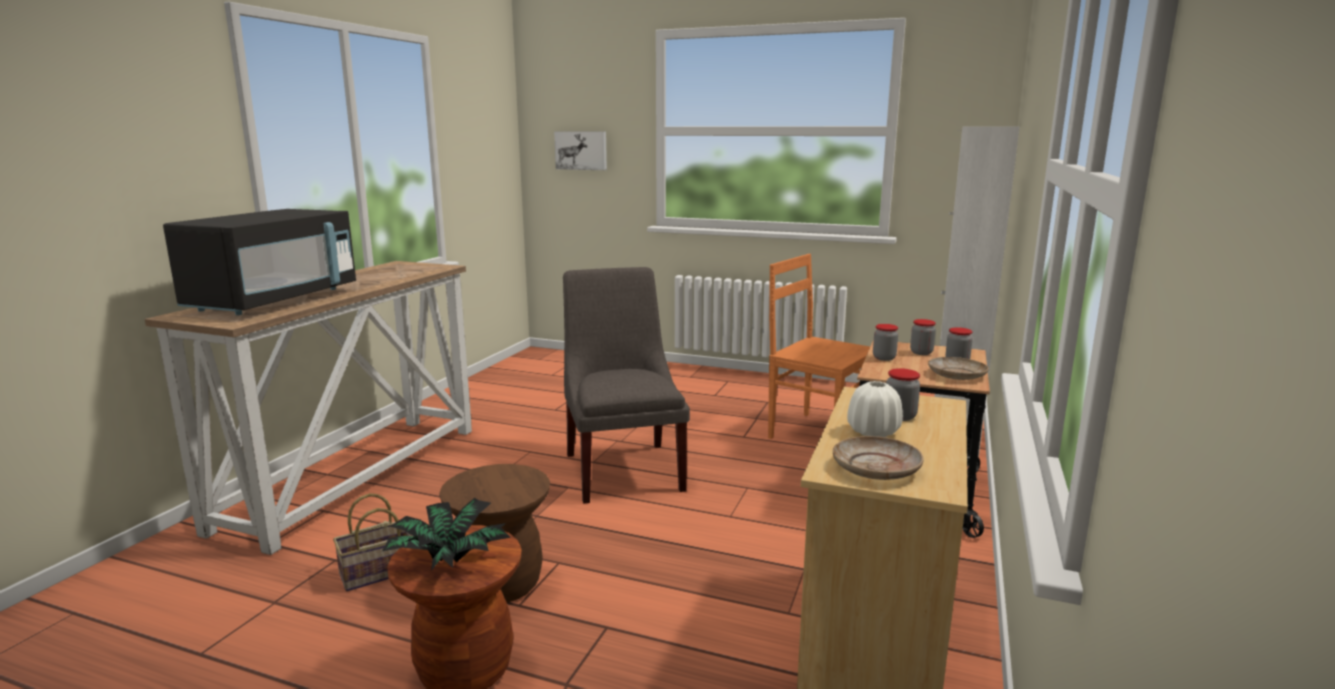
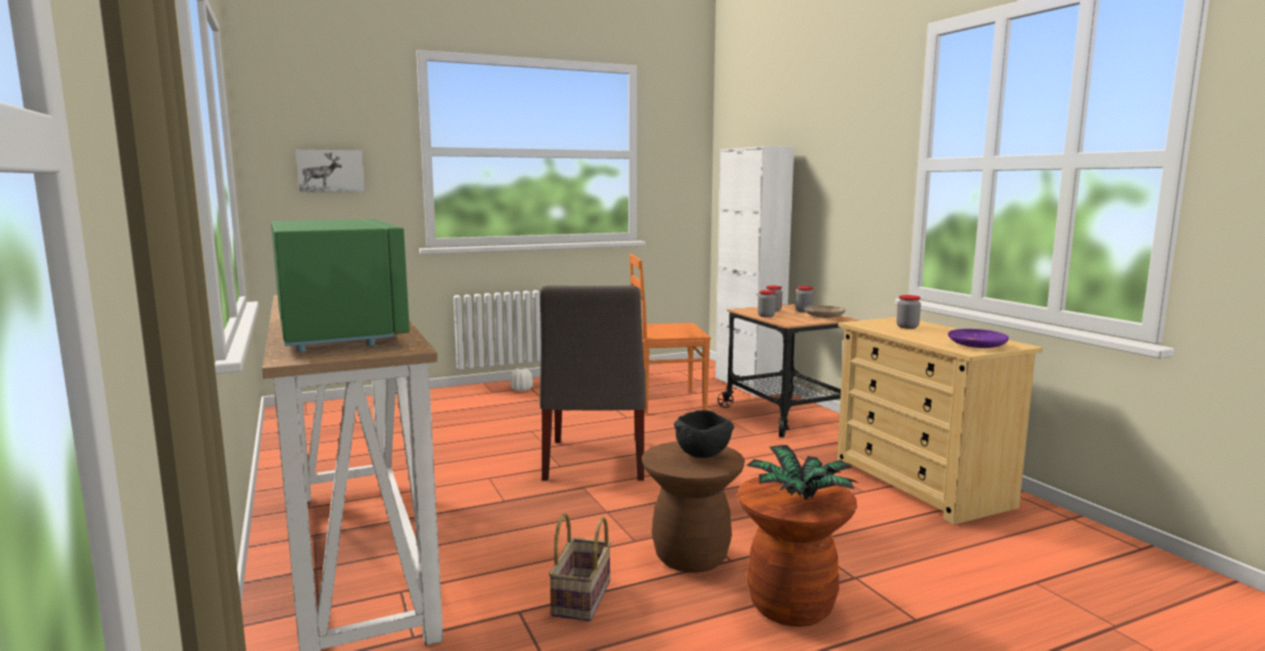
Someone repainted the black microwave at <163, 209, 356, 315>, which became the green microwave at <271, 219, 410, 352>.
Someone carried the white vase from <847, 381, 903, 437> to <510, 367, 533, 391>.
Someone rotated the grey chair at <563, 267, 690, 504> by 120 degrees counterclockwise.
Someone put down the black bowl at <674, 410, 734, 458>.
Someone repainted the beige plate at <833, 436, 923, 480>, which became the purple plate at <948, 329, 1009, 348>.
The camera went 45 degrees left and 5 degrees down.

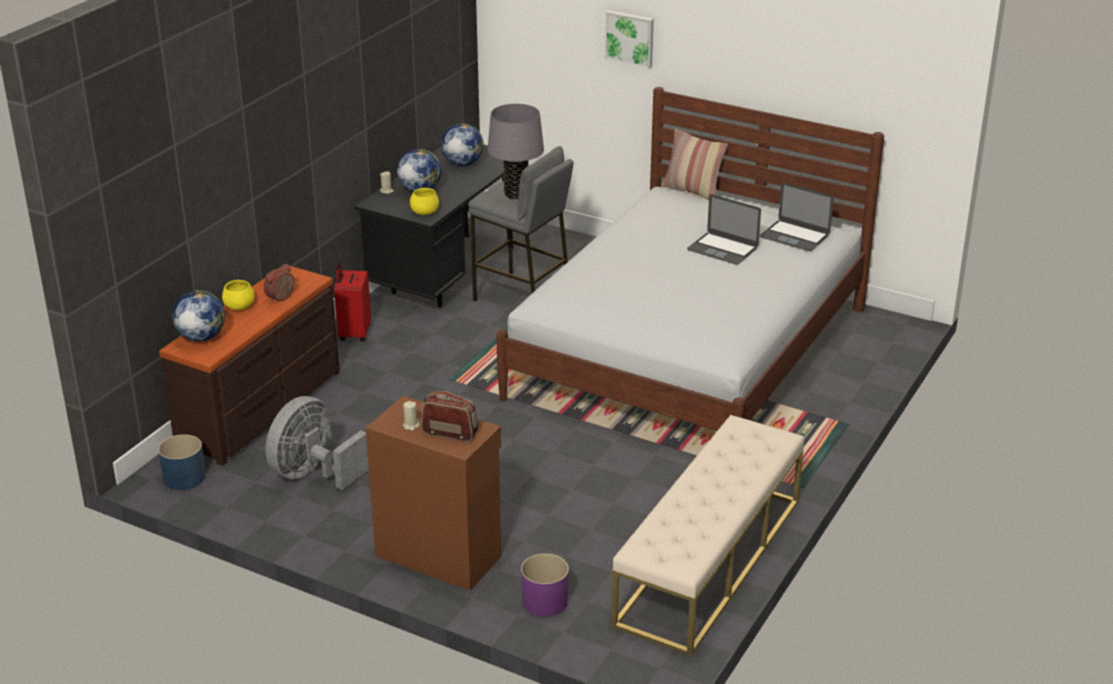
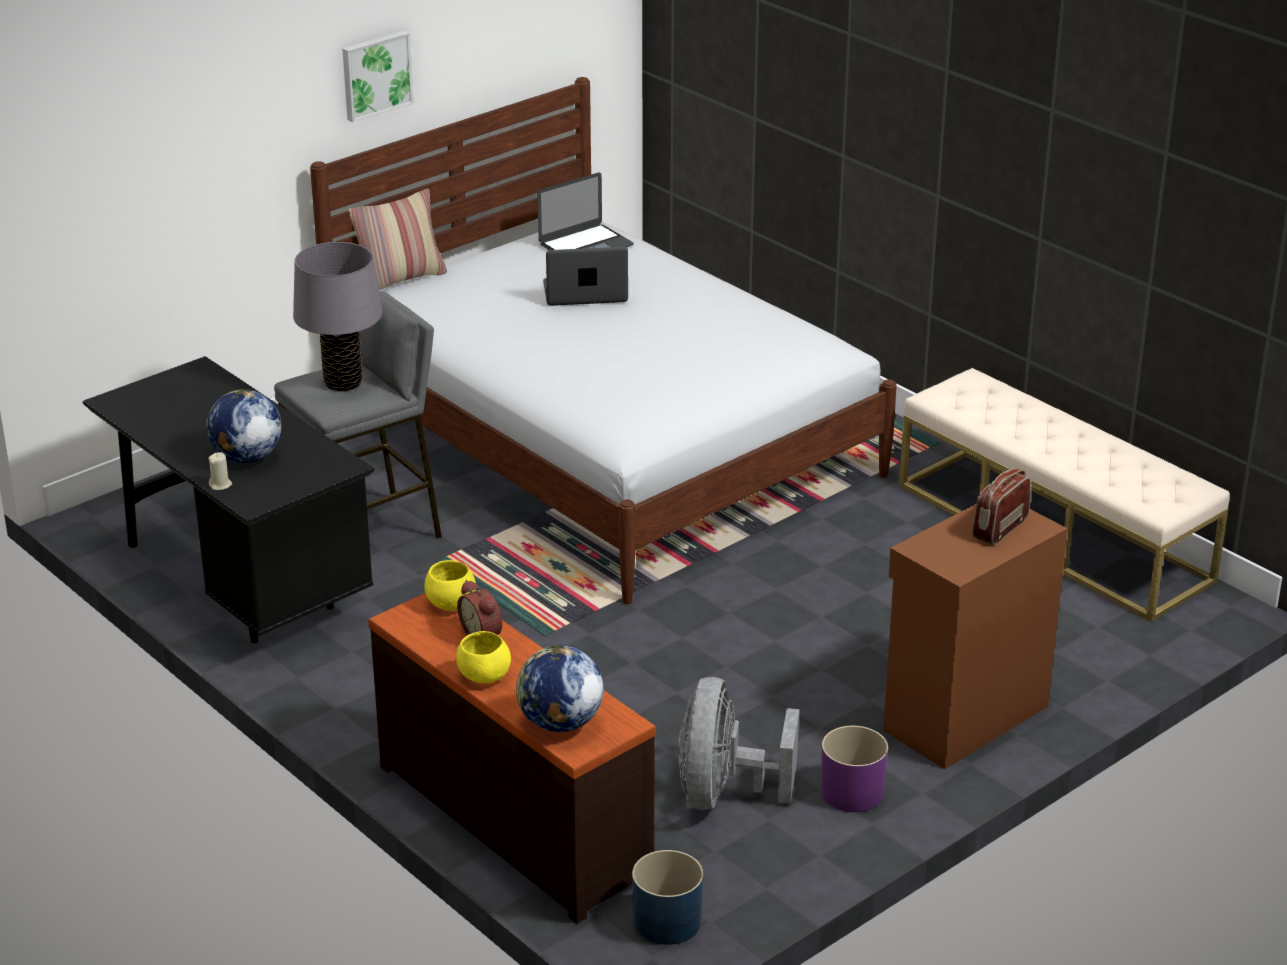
Someone carried the picture from <604, 10, 654, 69> to <342, 30, 414, 122>.
Someone carried the yellow bowl from <410, 188, 439, 215> to <425, 560, 476, 611>.
Someone rotated the laptop at <687, 194, 761, 265> by 150 degrees counterclockwise.
Someone rotated the grey fan at <265, 396, 369, 490> by 45 degrees clockwise.
Someone carried the purple planter from <521, 553, 569, 617> to <821, 726, 888, 812>.
Someone took away the red suitcase at <334, 259, 371, 341>.
Someone took away the beige candle at <403, 401, 420, 431>.
Someone took away the globe at <441, 123, 484, 166>.
The camera went 70 degrees left and 0 degrees up.

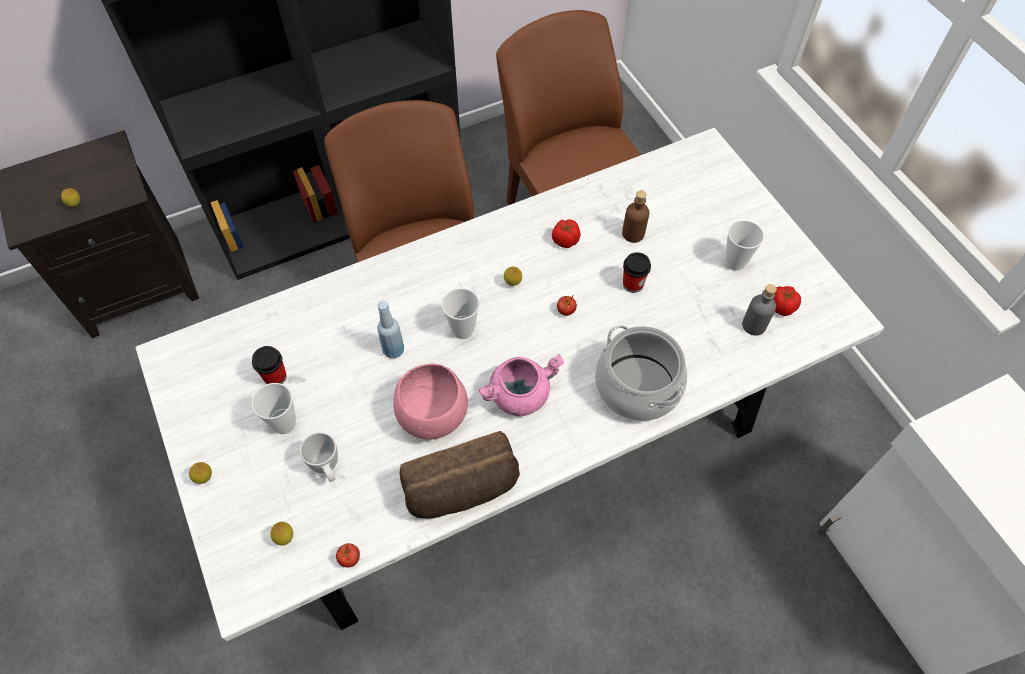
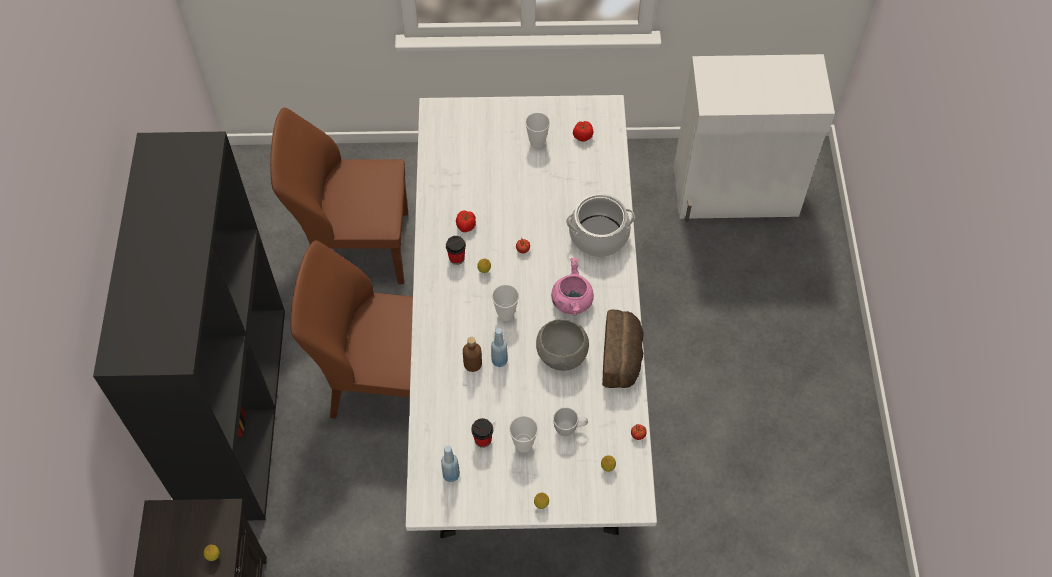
Someone put down the blue bottle at <441, 446, 460, 482>.
Someone carried the cup from <623, 252, 651, 293> to <446, 236, 466, 265>.
Someone carried the brown bottle from <622, 190, 649, 243> to <463, 337, 482, 372>.
Someone repainted the pink bowl at <394, 363, 468, 440>, which became the grey bowl at <536, 319, 589, 371>.
Someone took away the grey bottle at <742, 284, 777, 336>.
The camera went 65 degrees left and 0 degrees up.

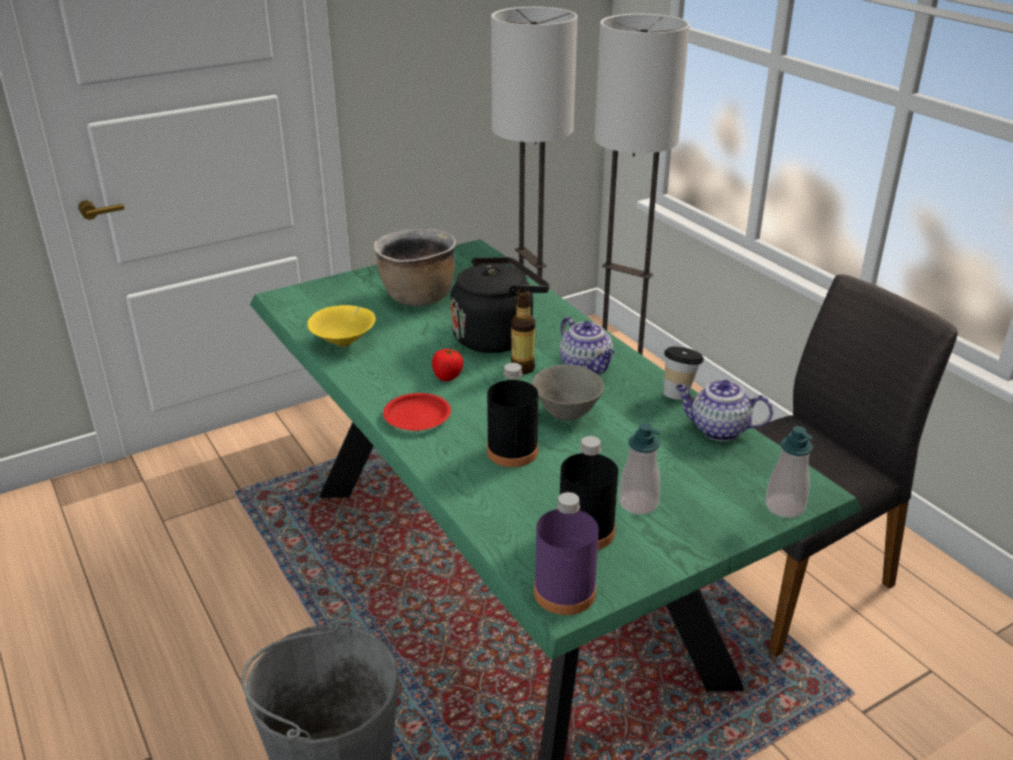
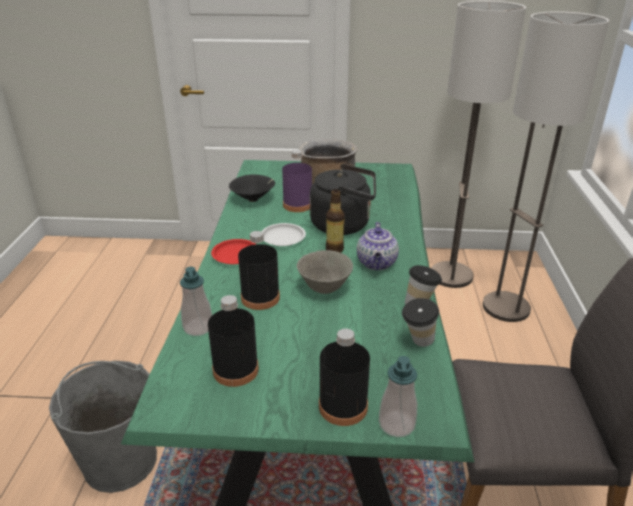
Someone carried the soap dispenser from <619, 423, 661, 515> to <180, 267, 212, 336>.
Someone repainted the yellow bowl at <307, 305, 376, 347>, which became the black bowl at <229, 174, 275, 202>.
Someone swapped the tomato at <432, 348, 463, 381> for the white plate at <261, 223, 306, 246>.
Someone carried the purple bottle from <534, 492, 599, 615> to <282, 150, 312, 212>.
Someone put down the black bottle at <319, 329, 370, 426>.
Someone swapped the teapot at <675, 380, 773, 441> for the cup at <402, 298, 439, 347>.
The camera went 35 degrees right and 0 degrees up.

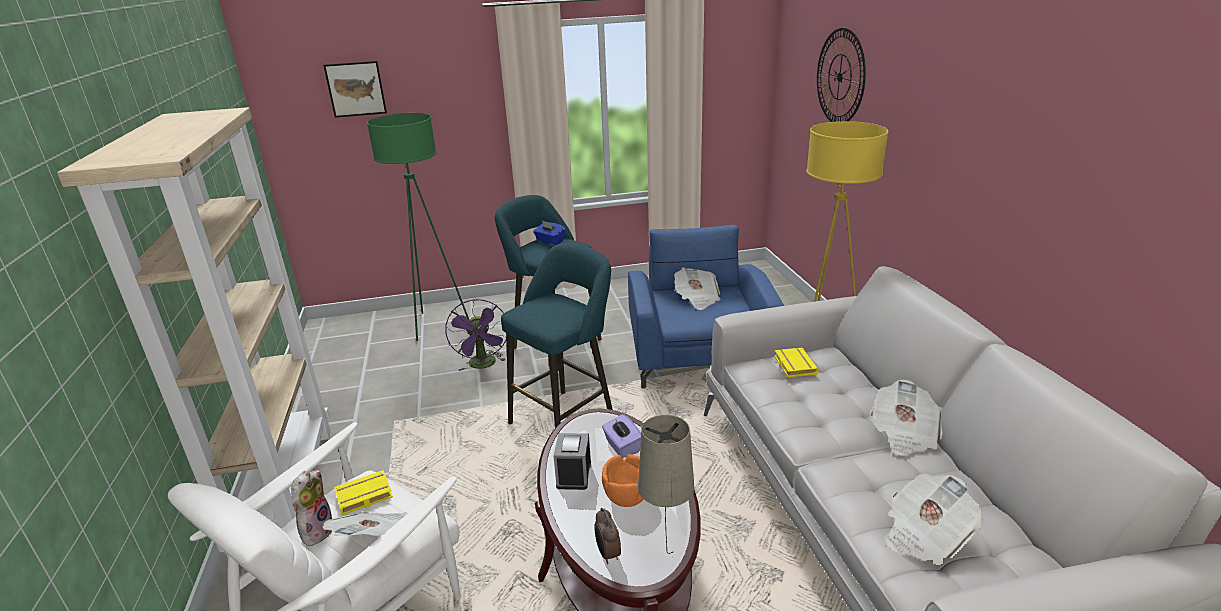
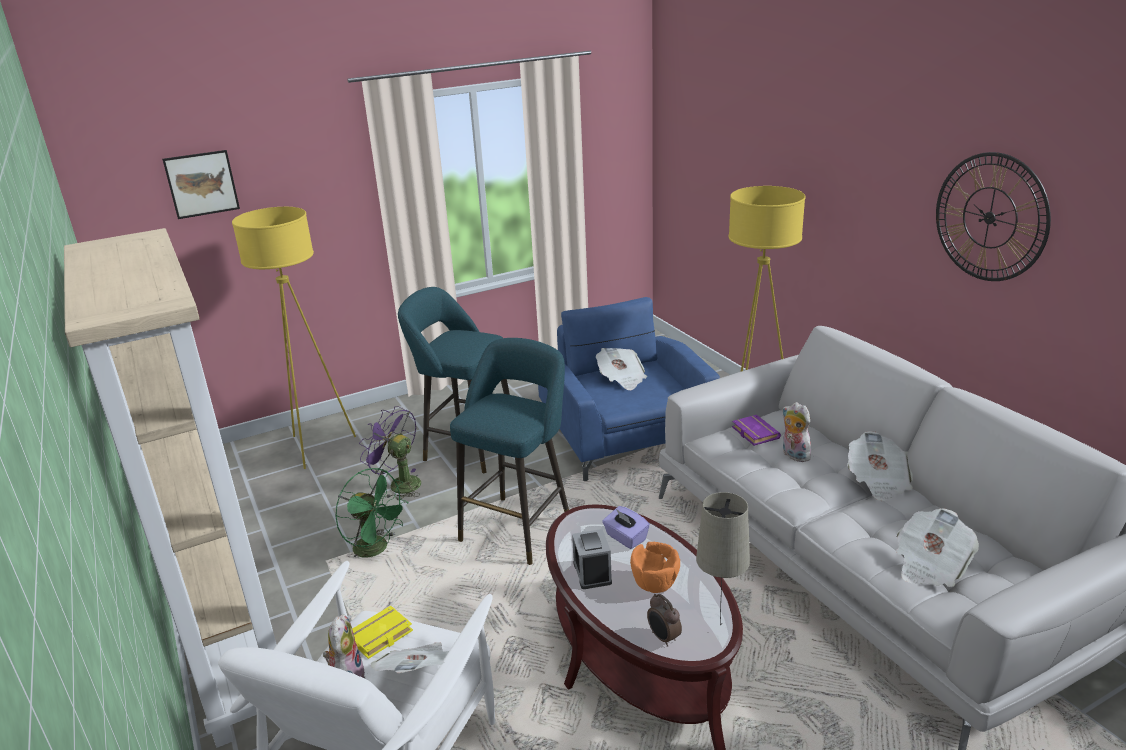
Someone repainted the green floor lamp at <367, 113, 470, 341>, which became the yellow floor lamp at <232, 207, 356, 469>.
Someone put down the green fan at <335, 468, 408, 558>.
Someone rotated the purple fan at <445, 299, 506, 371> by 150 degrees clockwise.
Someone repainted the yellow book at <774, 348, 819, 377>, which became the purple book at <732, 415, 781, 446>.
Someone put down the plush toy at <782, 402, 812, 462>.
Someone carried the wall clock from <817, 28, 866, 122> to <936, 152, 1051, 281>.
Someone took away the blue tissue box at <533, 221, 565, 245>.
The camera went 15 degrees left and 0 degrees up.

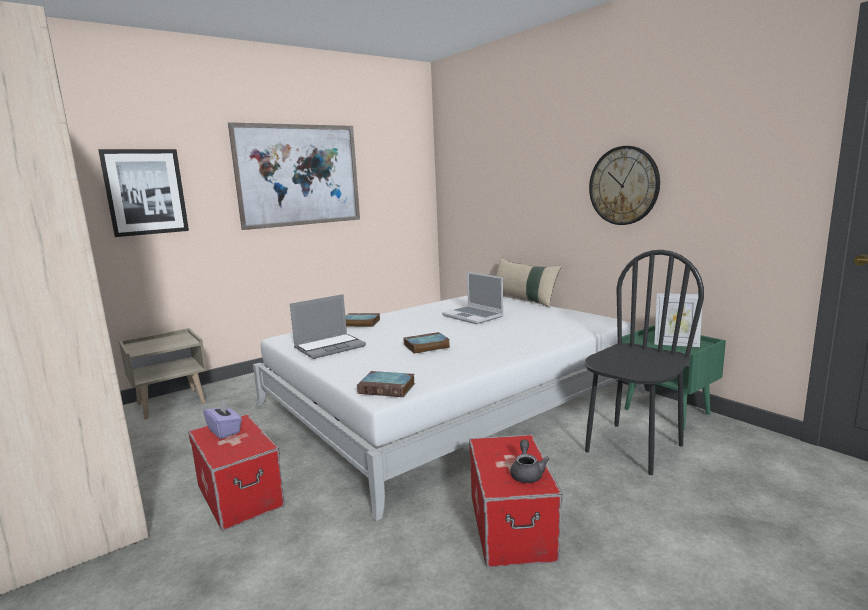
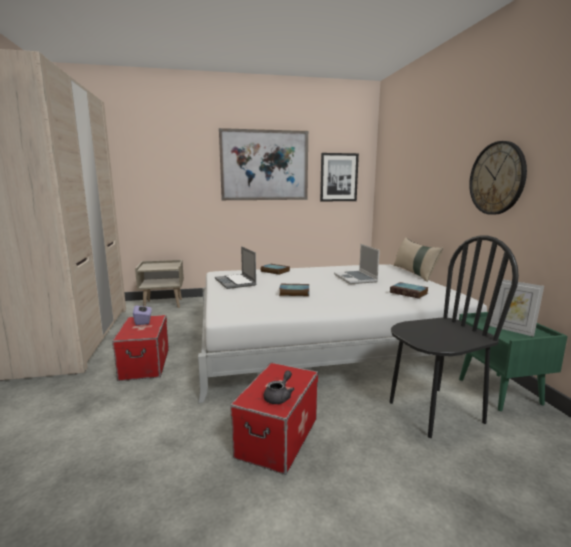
Someone rotated the laptop at <290, 294, 366, 359> by 75 degrees clockwise.
Someone carried the picture from <98, 149, 189, 237> to <320, 153, 359, 201>.
Someone carried the book from <357, 371, 415, 397> to <390, 282, 429, 299>.
The camera went 25 degrees right and 0 degrees up.

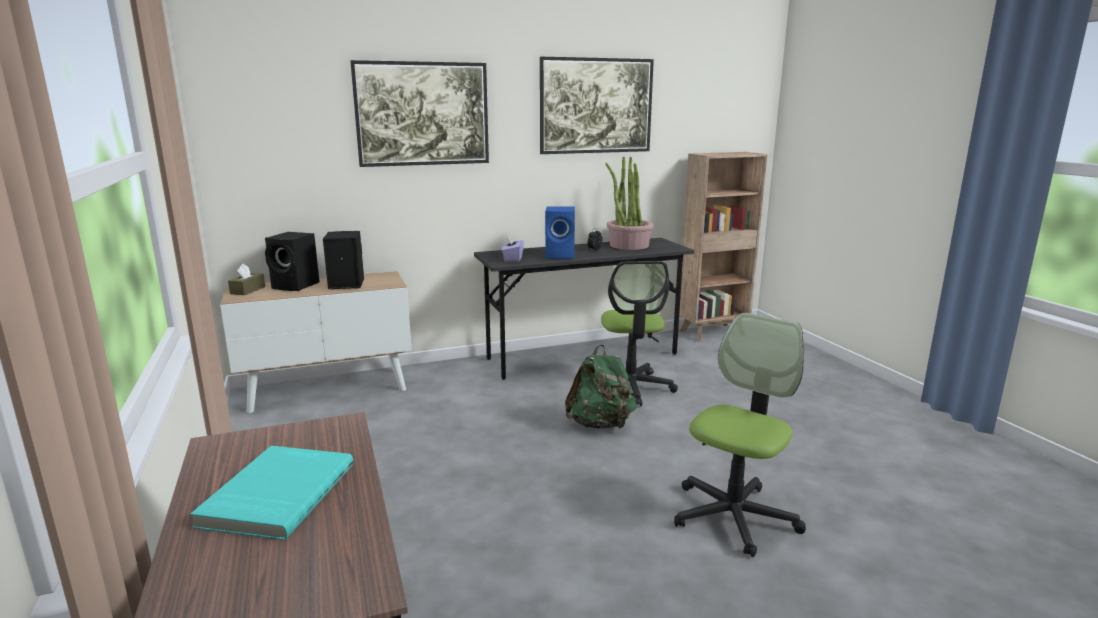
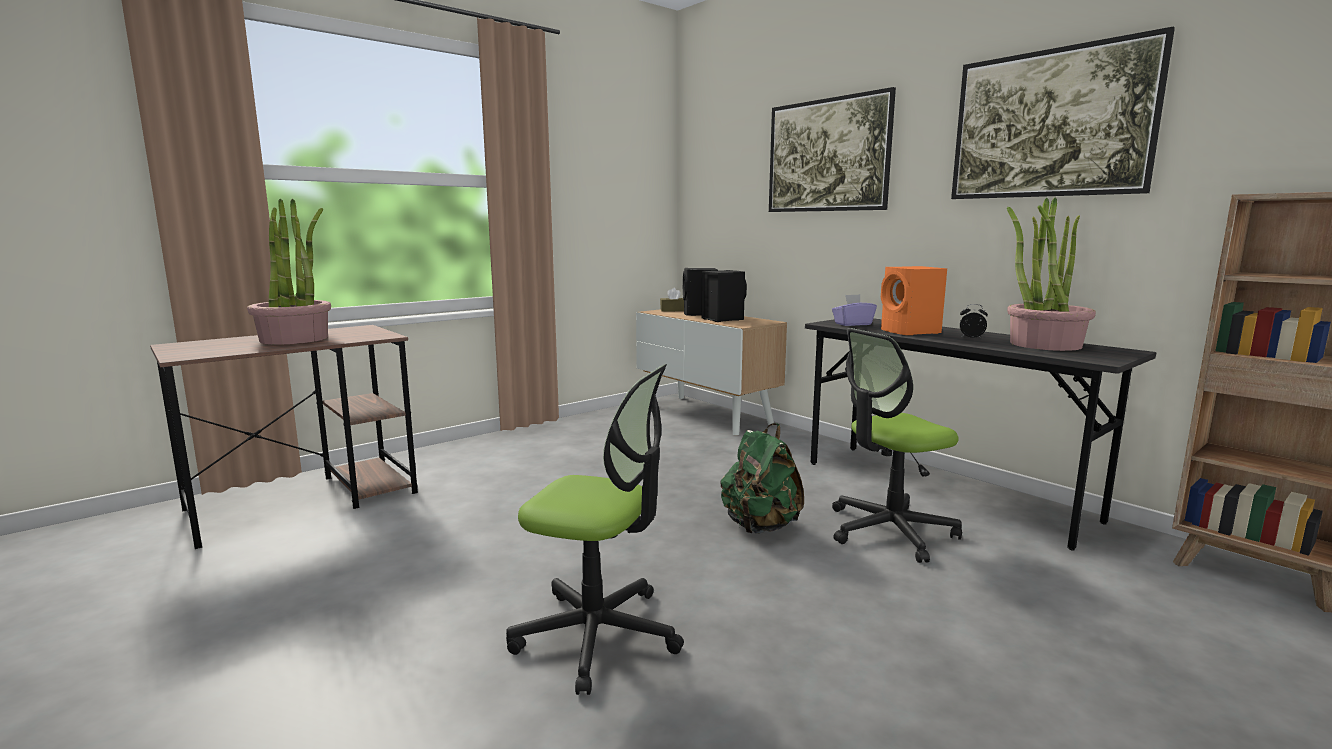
Someone swapped the turquoise book at <190, 446, 353, 540> for the potted plant at <247, 199, 331, 344>.
Someone repainted the blue speaker at <545, 206, 575, 259>, which became the orange speaker at <881, 266, 947, 335>.
The camera went 70 degrees right and 5 degrees down.

